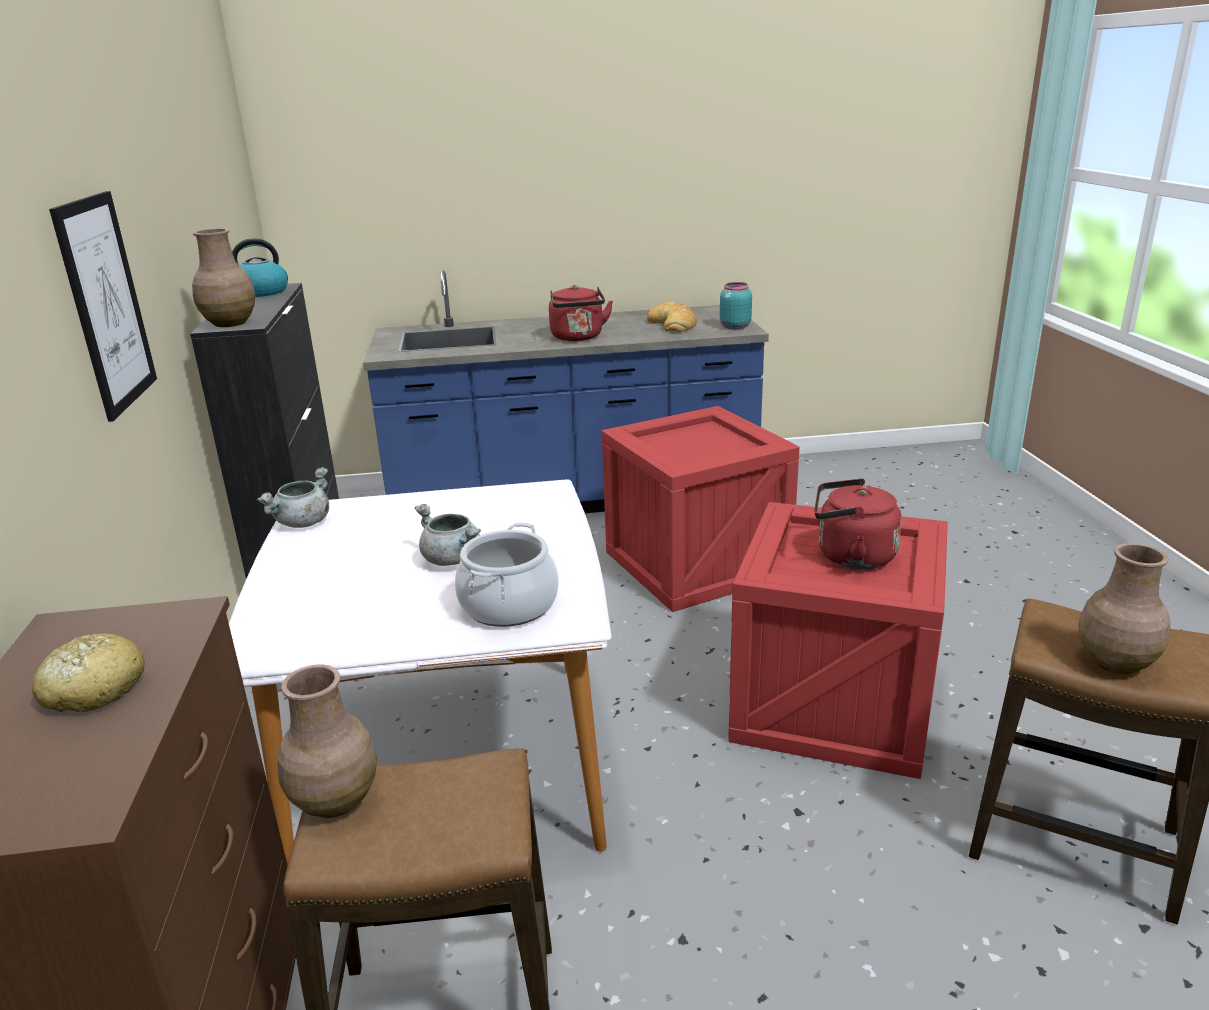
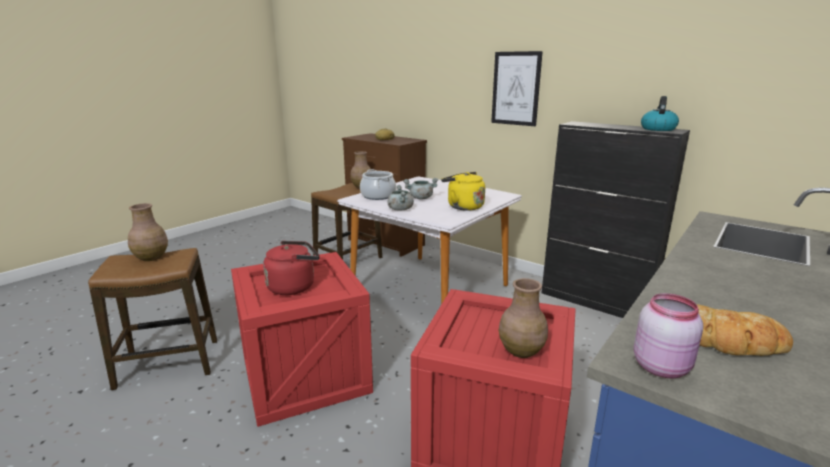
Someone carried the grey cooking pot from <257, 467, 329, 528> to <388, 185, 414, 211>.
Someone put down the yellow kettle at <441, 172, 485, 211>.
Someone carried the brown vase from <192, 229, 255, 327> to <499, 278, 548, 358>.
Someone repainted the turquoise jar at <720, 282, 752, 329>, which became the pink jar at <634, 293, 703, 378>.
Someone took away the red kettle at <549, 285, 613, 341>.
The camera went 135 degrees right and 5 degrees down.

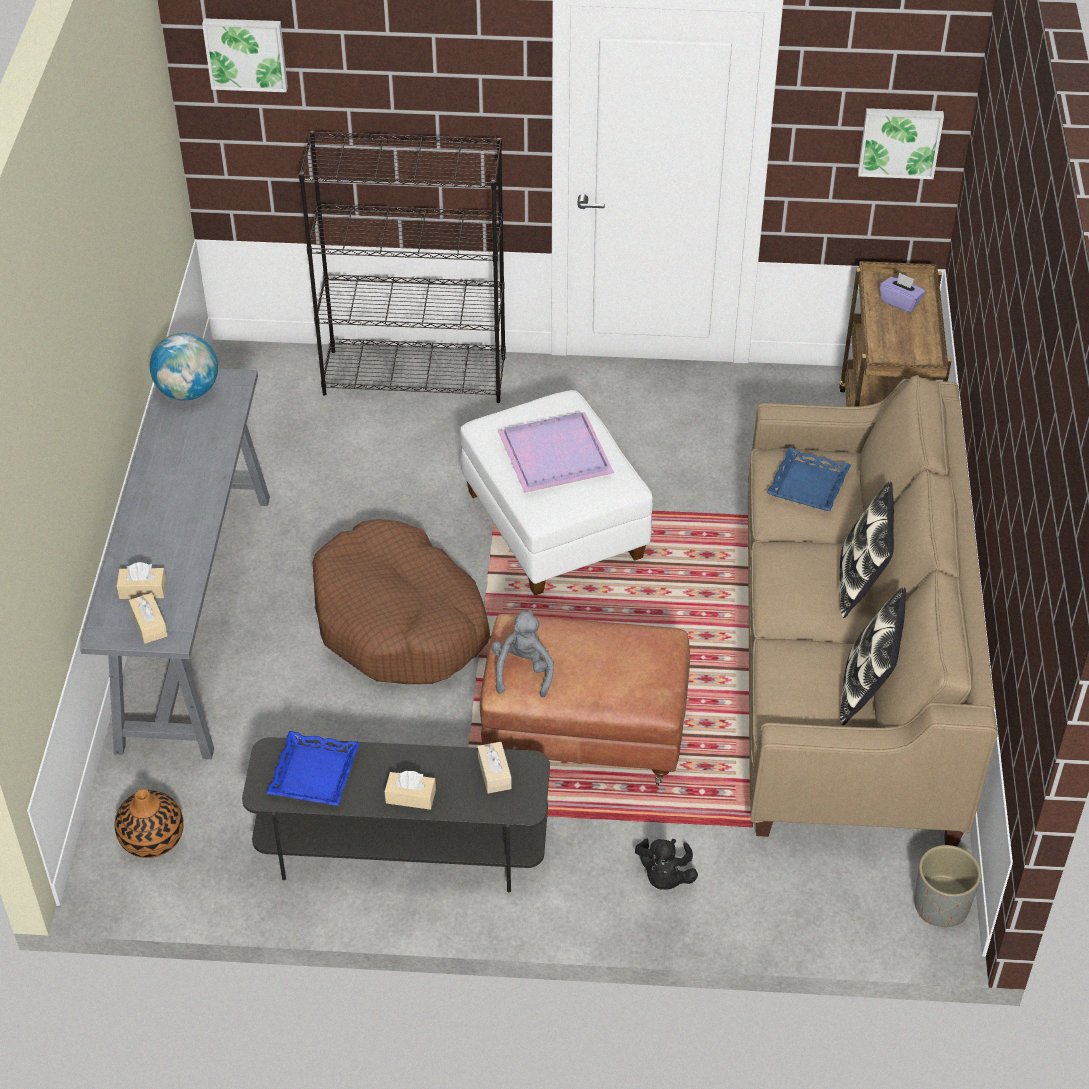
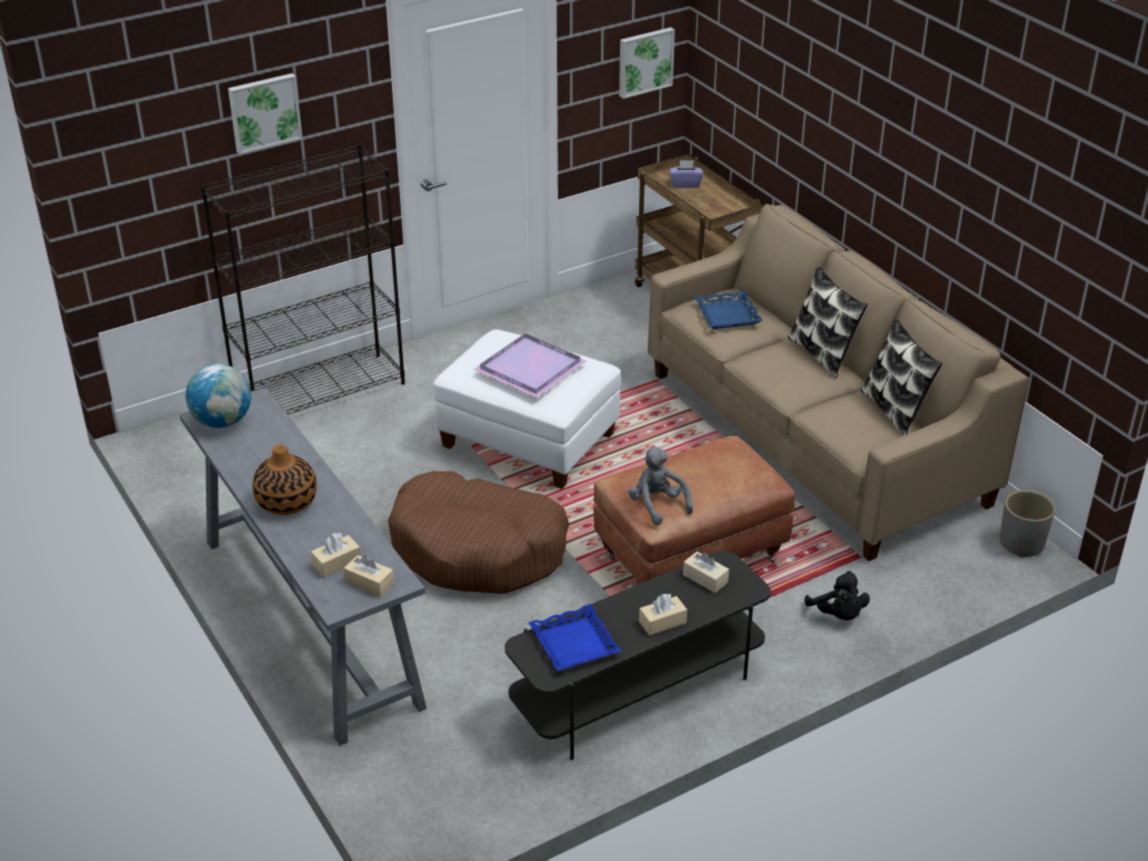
Someone carried the picture from <202, 18, 288, 92> to <228, 73, 303, 154>.
Someone carried the vase from <115, 789, 184, 858> to <252, 445, 317, 515>.
The camera went 35 degrees left and 10 degrees down.

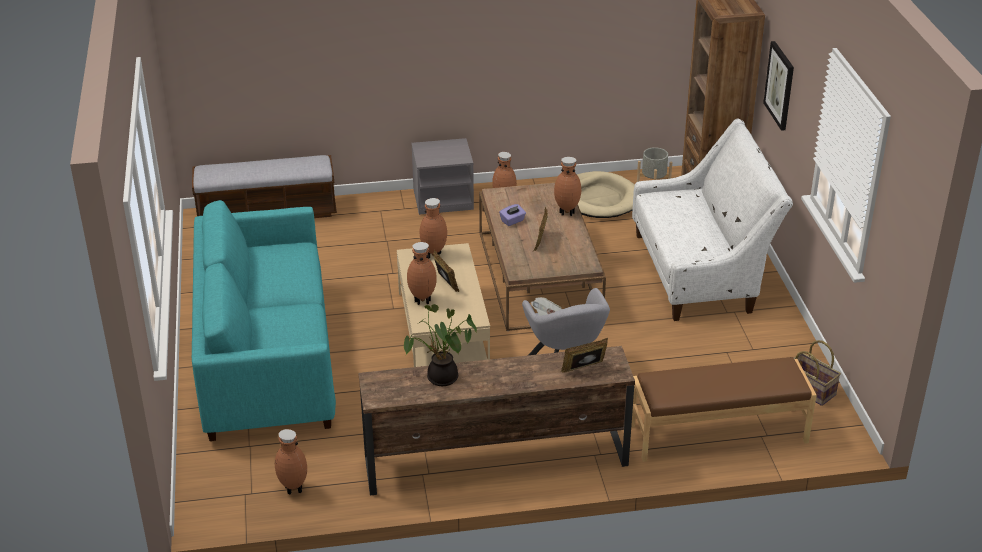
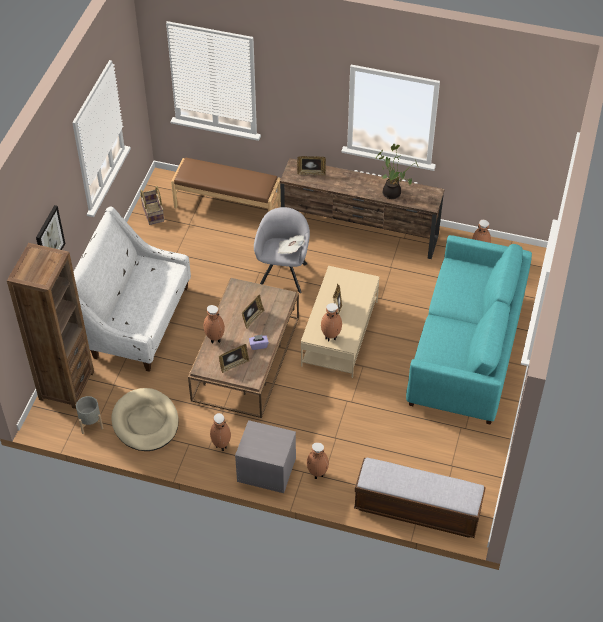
Someone put down the picture frame at <219, 344, 249, 373>.
Someone carried the brown vase from <407, 242, 437, 305> to <307, 443, 329, 479>.
The camera went 155 degrees left and 15 degrees up.

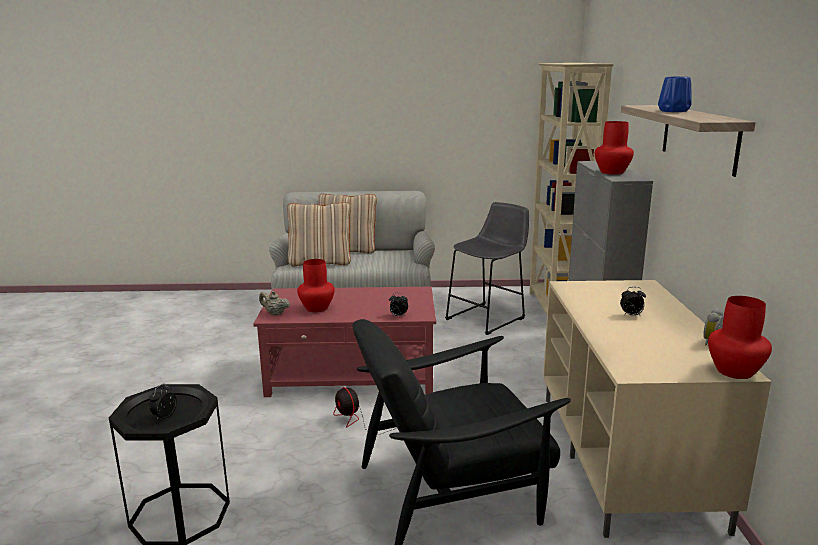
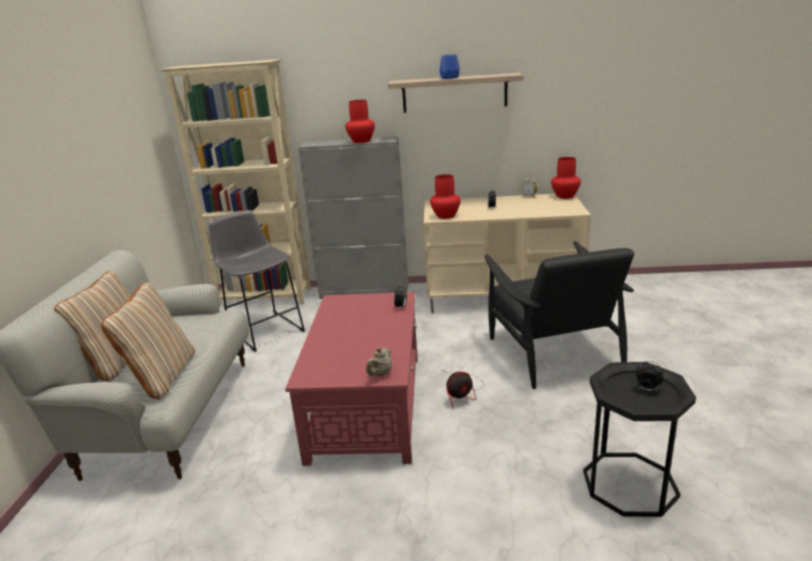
Someone carried the red vase from <297, 259, 335, 312> to <430, 174, 461, 219>.
The camera went 85 degrees left and 5 degrees up.

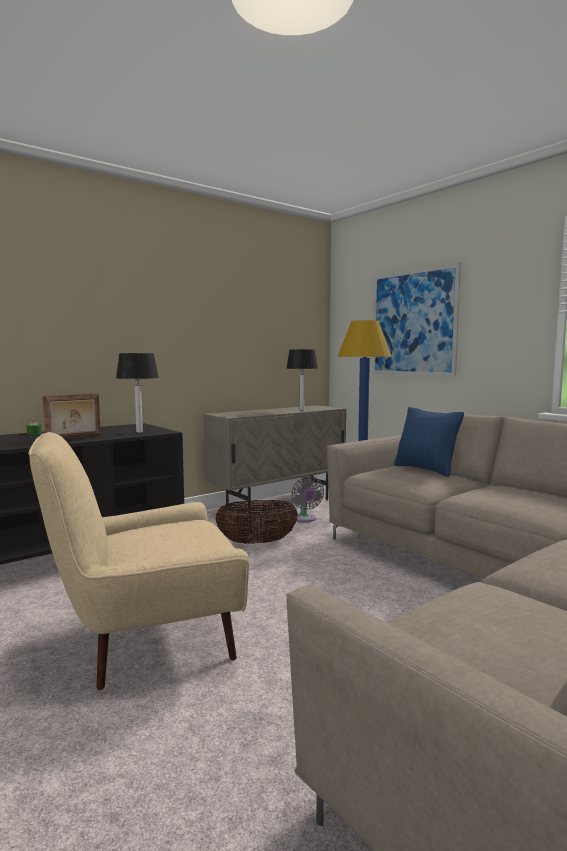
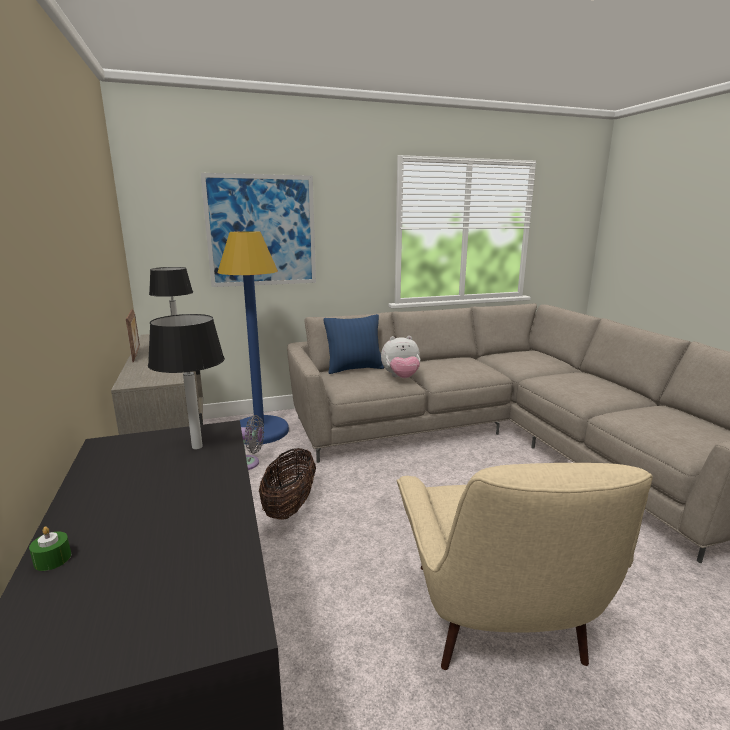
Someone carried the picture frame from <43, 393, 101, 439> to <126, 309, 140, 362>.
Someone put down the plush toy at <381, 336, 420, 378>.
The camera went 70 degrees left and 10 degrees up.

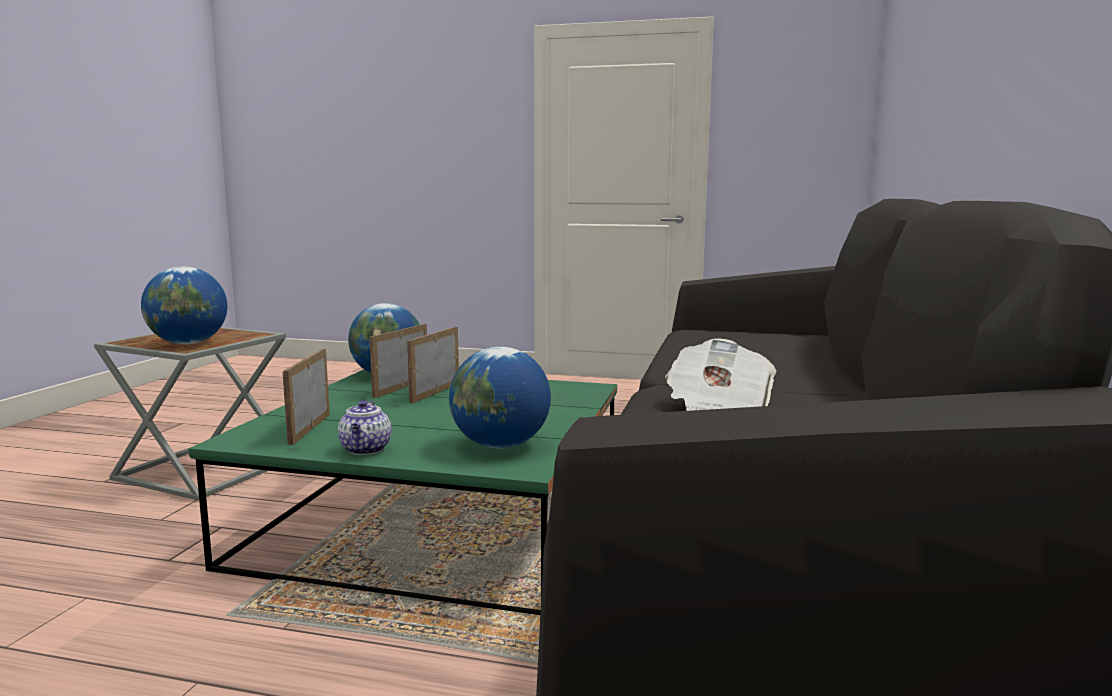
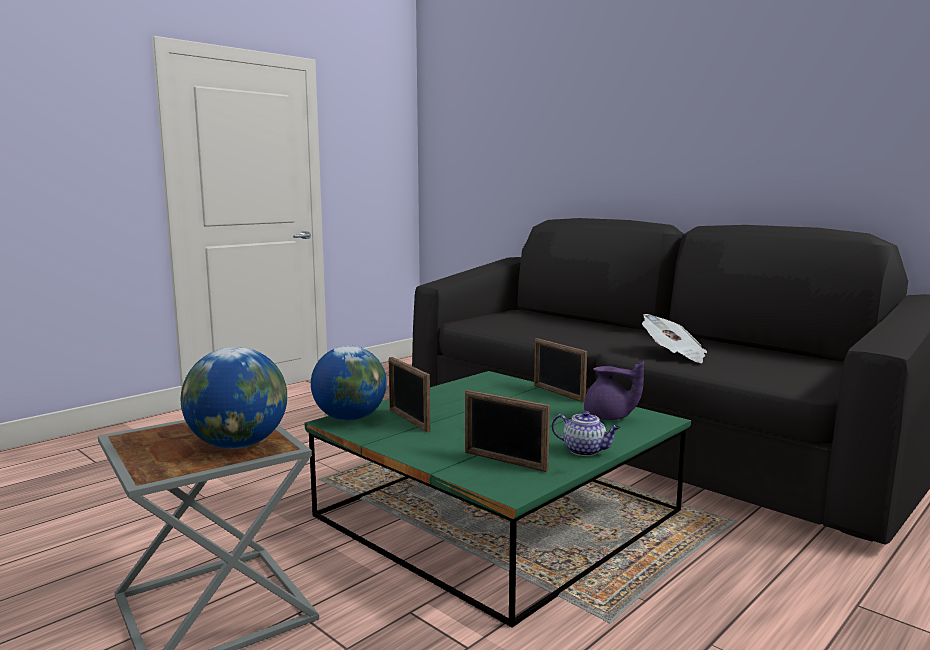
Someone carried the picture frame from <407, 327, 459, 403> to <534, 338, 587, 403>.
Someone swapped the globe at <449, 347, 551, 449> for the purple teapot at <584, 361, 644, 420>.
The camera went 60 degrees left and 0 degrees up.

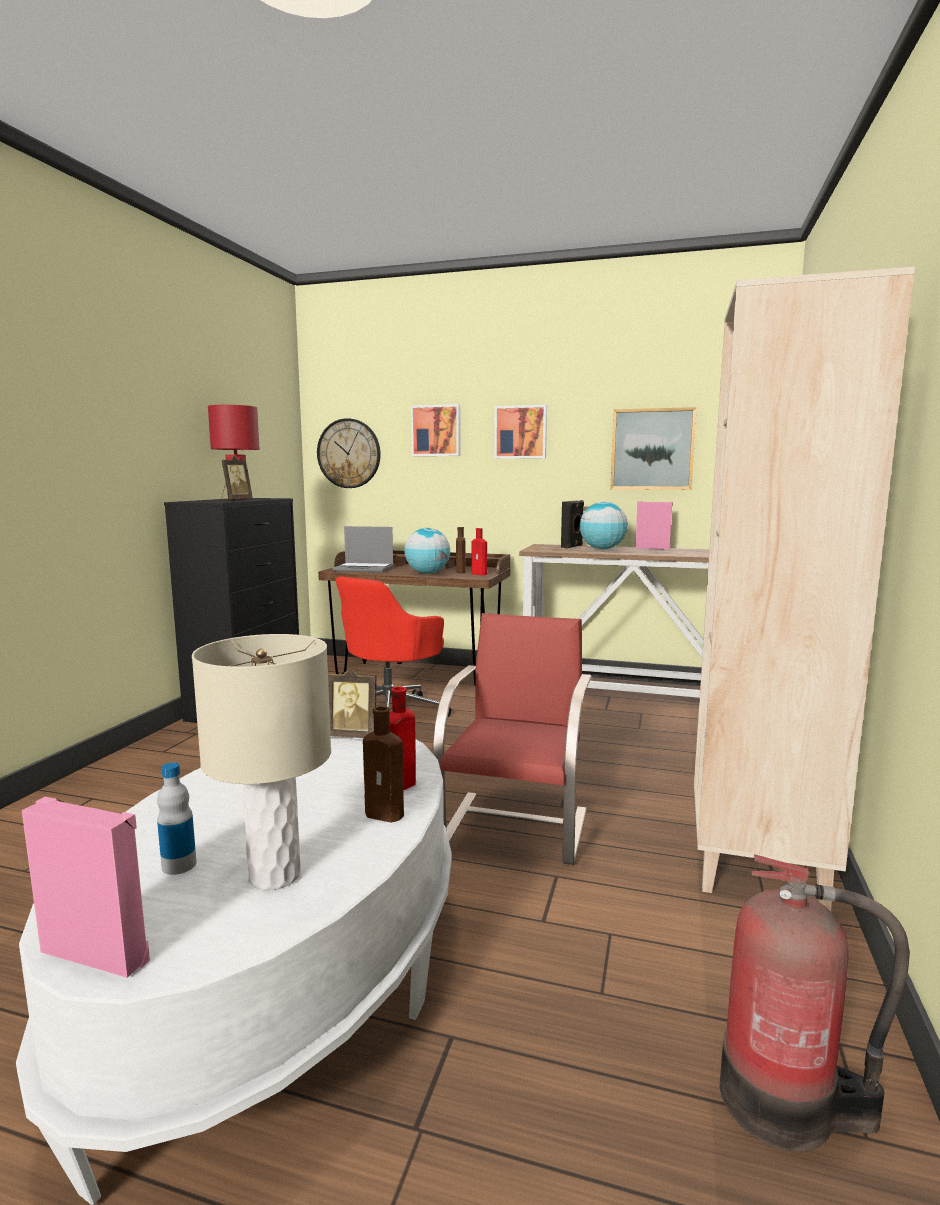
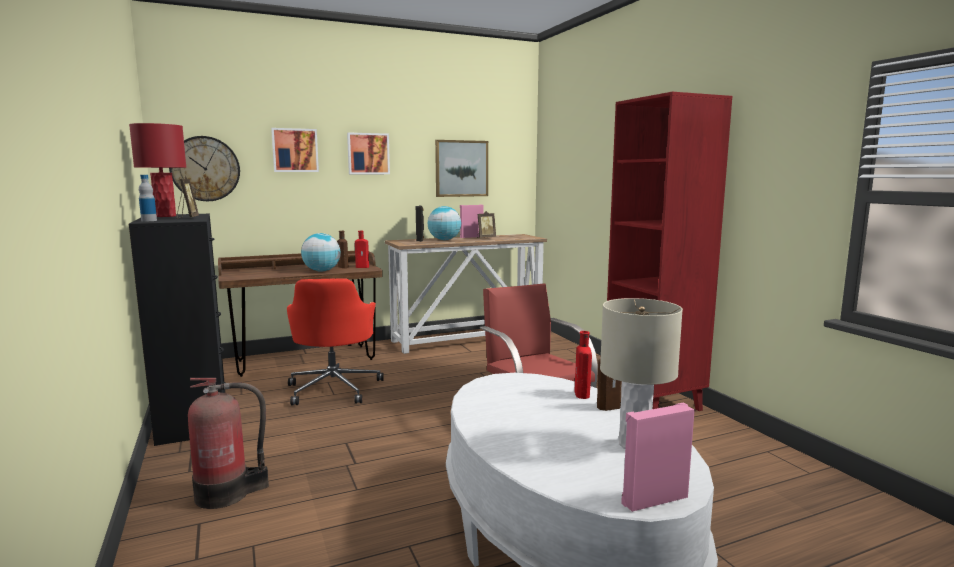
Someone carried the bottle from <157, 762, 197, 875> to <139, 175, 157, 221>.
Someone carried the fire extinguisher from <720, 854, 910, 1152> to <188, 378, 269, 509>.
Someone carried the picture frame from <328, 668, 377, 738> to <477, 211, 496, 238>.
Someone repainted the beige bookcase at <694, 267, 915, 911>, which became the red bookcase at <607, 92, 732, 411>.
Someone took away the laptop at <332, 526, 394, 573>.
The camera went 40 degrees left and 0 degrees up.

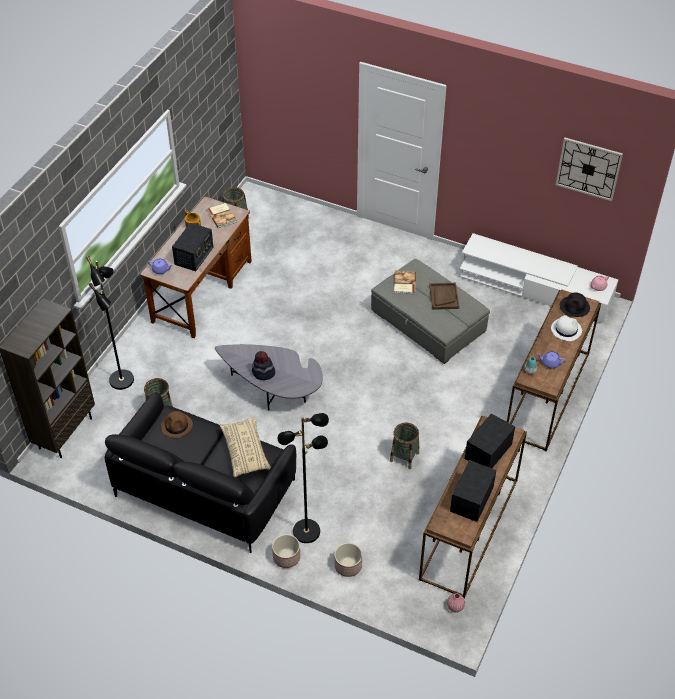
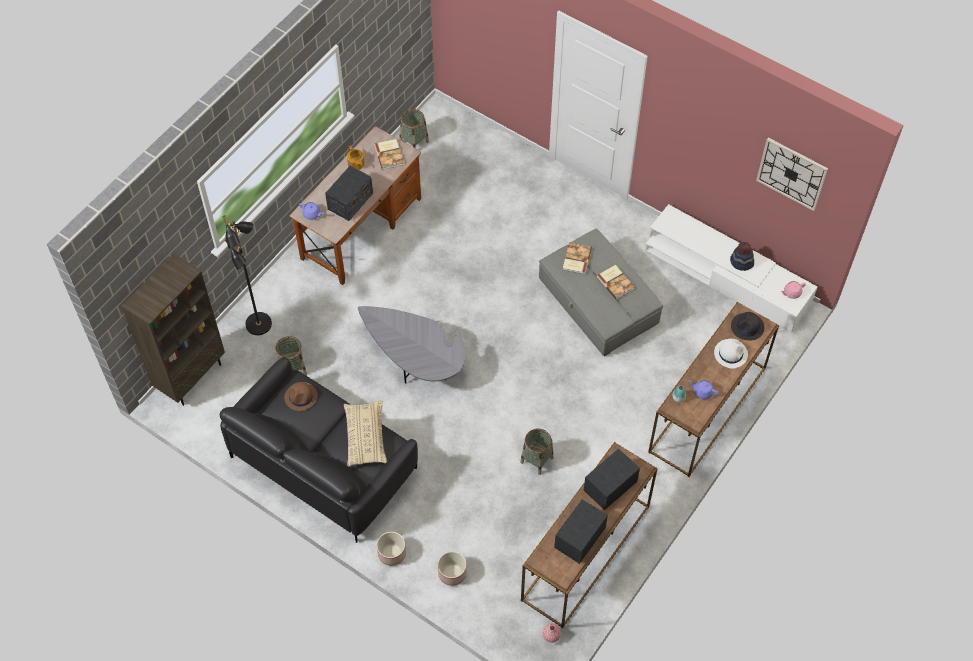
Someone swapped the brown tray at <429, 283, 459, 310> for the book at <597, 265, 635, 300>.
Someone carried the hat from <252, 351, 275, 380> to <730, 242, 754, 271>.
Someone took away the black floor lamp at <278, 413, 329, 543>.
The camera went 10 degrees right and 10 degrees up.

